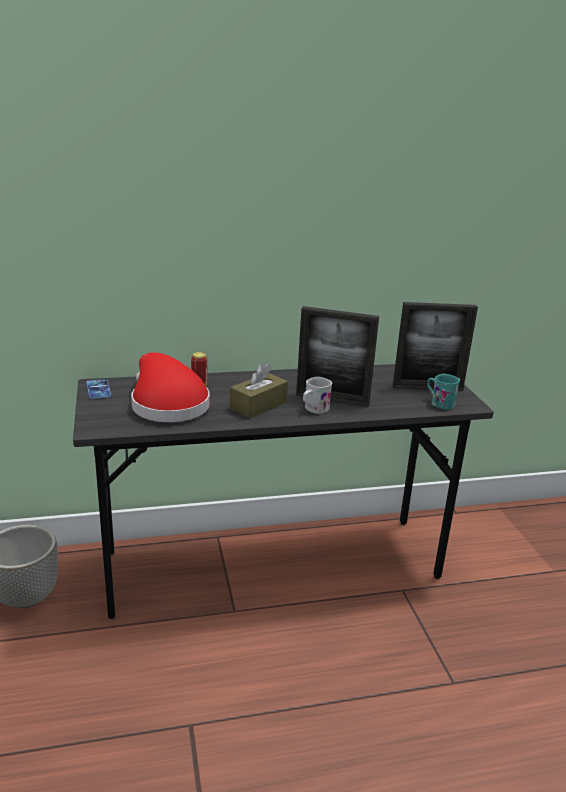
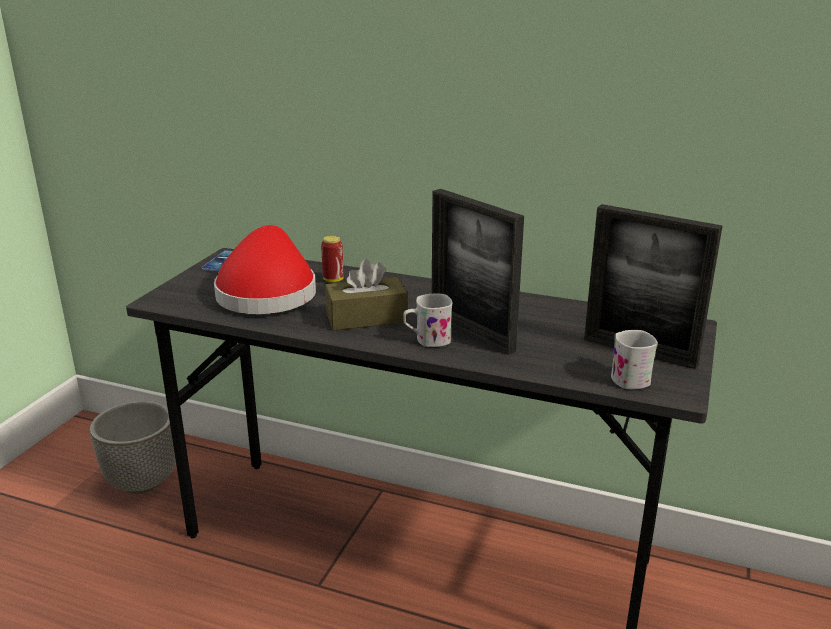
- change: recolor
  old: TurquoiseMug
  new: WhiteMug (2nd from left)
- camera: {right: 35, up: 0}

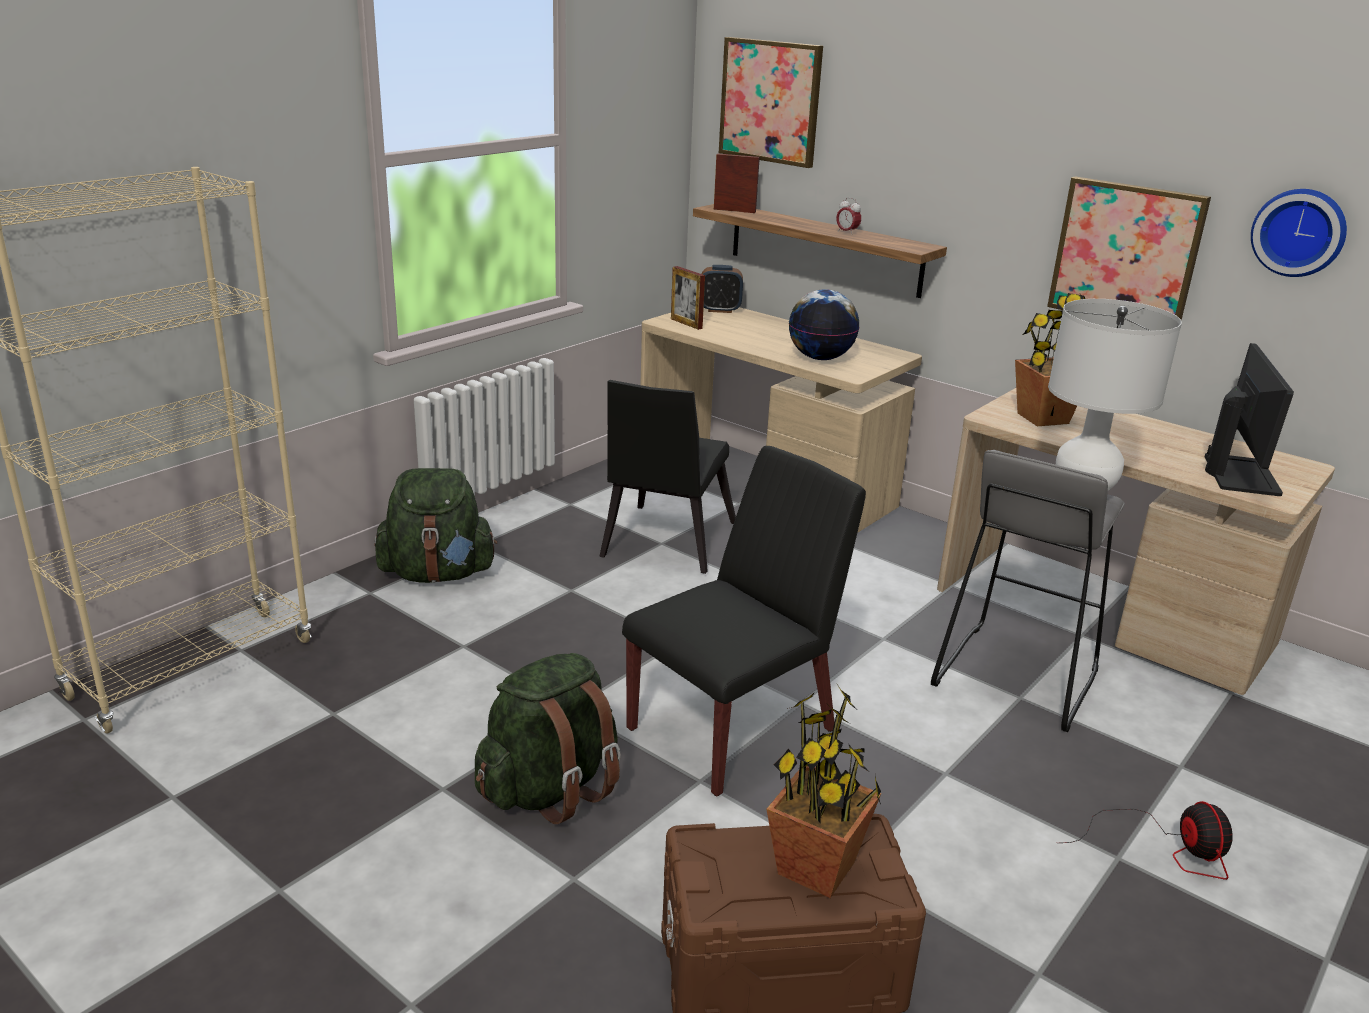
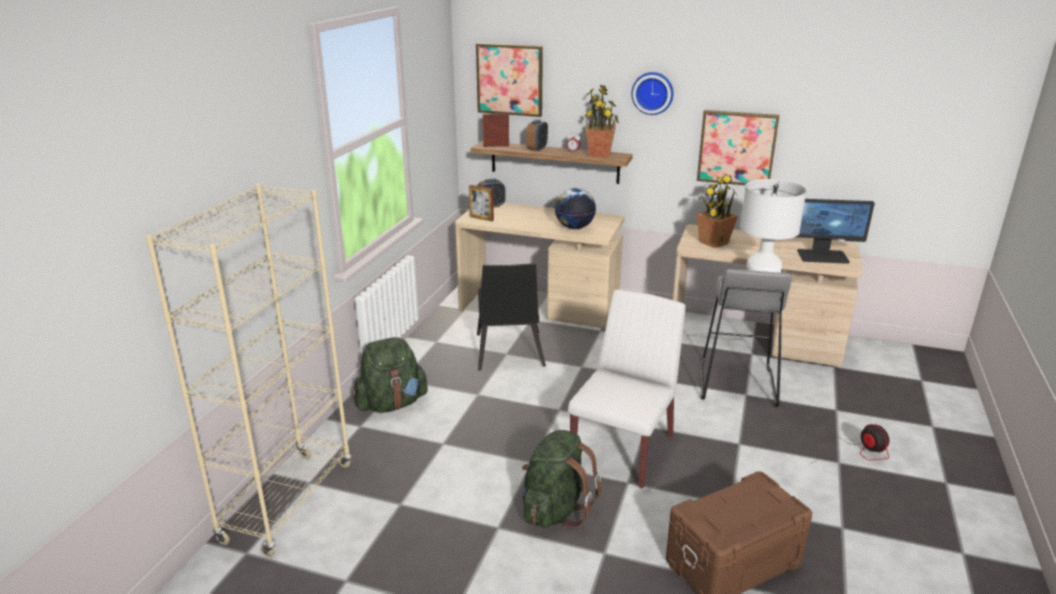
- change: move
  old: WallClock
- change: rotate
  old: Monitor
  degrees: 105
- change: recolor
  old: BlackChair (2nd from left)
  new: WhiteChair
- change: move
  old: PottedPlant (1st from left)
- change: insert
  new: AlarmClock (2nd from left)
- camera: {right: -20, up: 0}

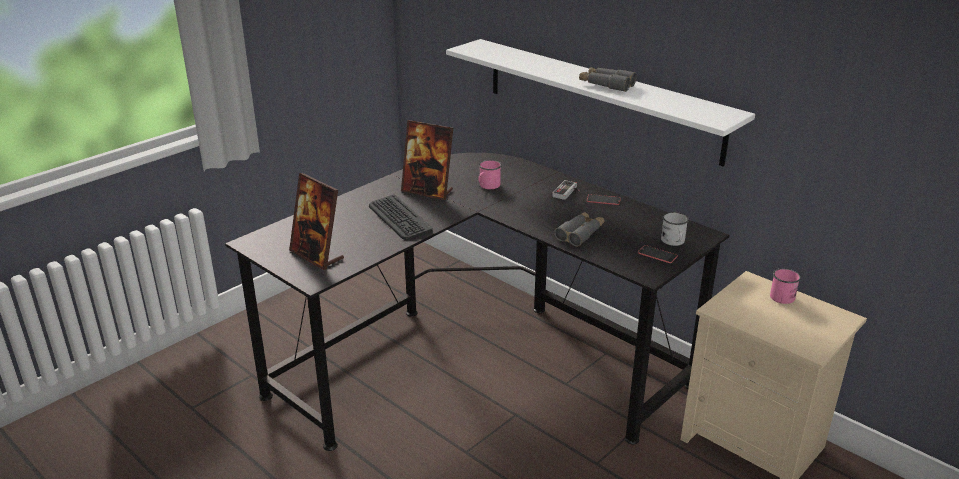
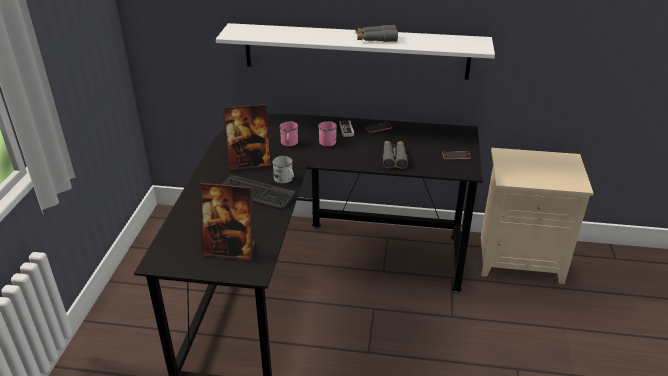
- change: move
  old: WhiteMug
- change: move
  old: PinkMug (2nd from left)
- camera: {right: -35, up: 5}

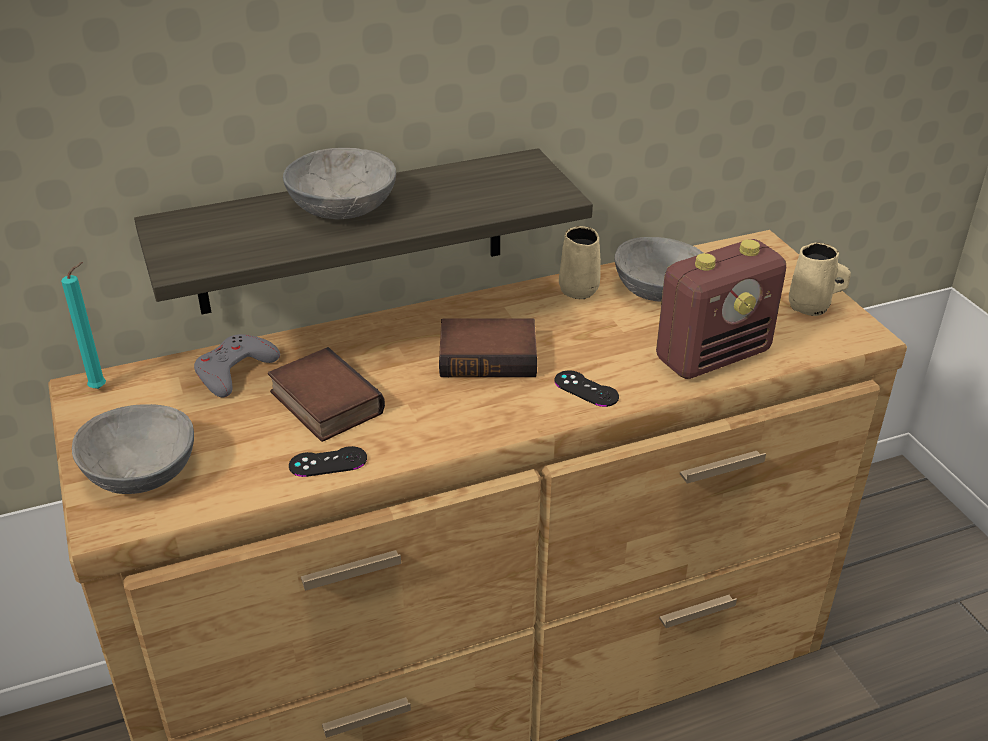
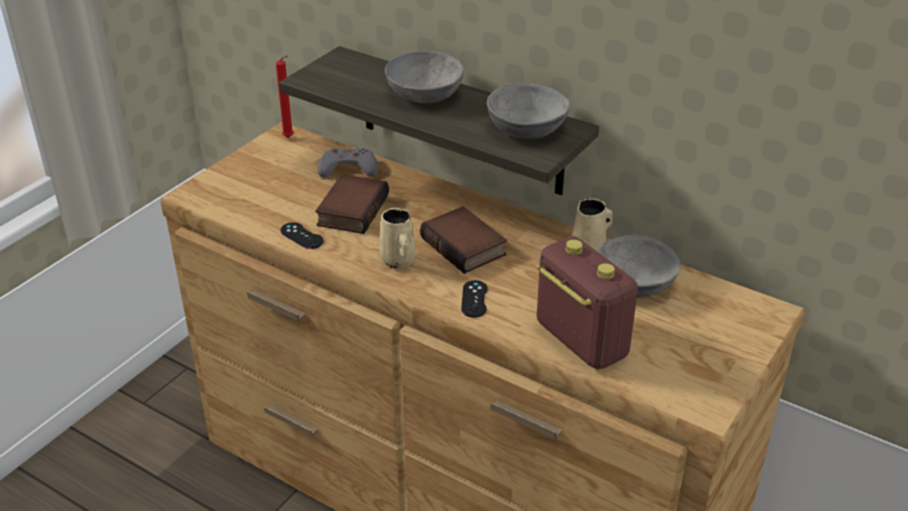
- change: rotate
  old: Radio
  degrees: -150
- change: move
  old: BeigeMug (2nd from left in the first image)
  new: BeigeMug (1st from left)
- change: recolor
  old: TurquoiseCandle
  new: RedCandle
- change: move
  old: GreyBowl (1st from left in the first image)
  new: GreyBowl (2nd from left)
- camera: {right: 55, up: 0}

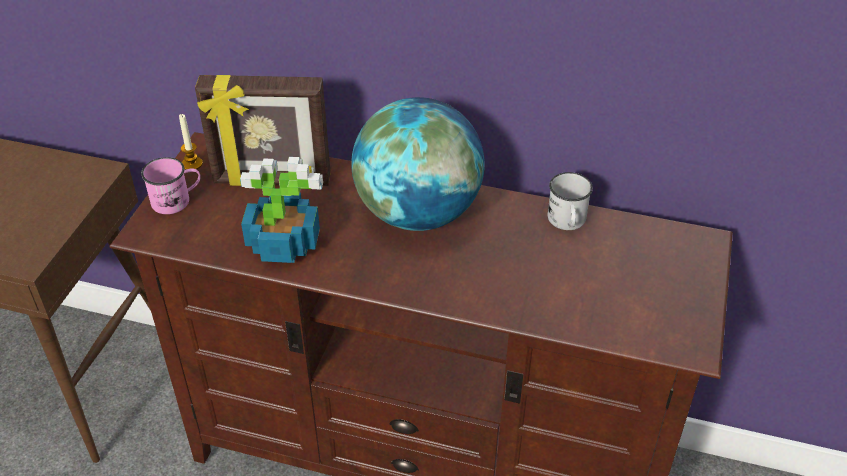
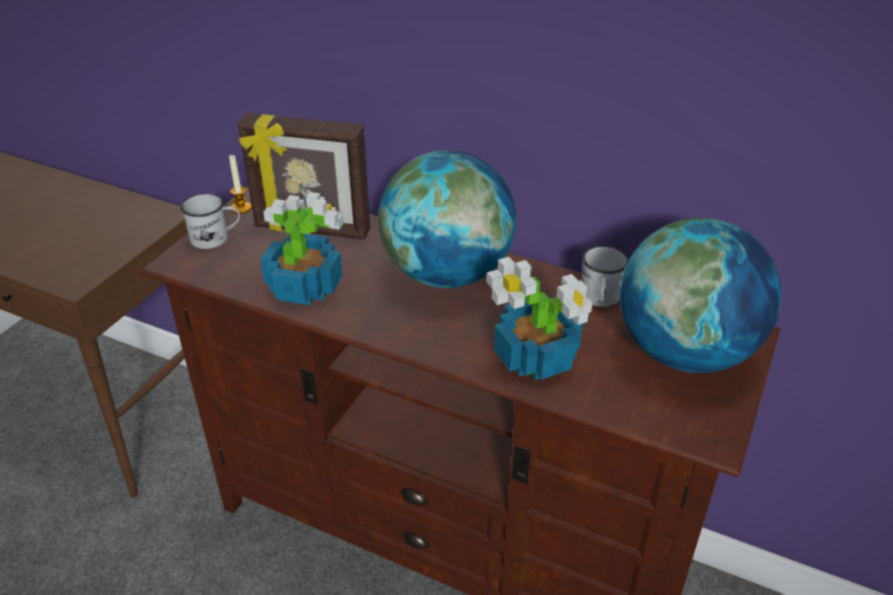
- change: recolor
  old: PinkMug
  new: WhiteMug (1st from left)
- change: insert
  new: Globe (2nd from left)
- change: insert
  new: PottedPlant (2nd from left)
- camera: {right: 10, up: -5}

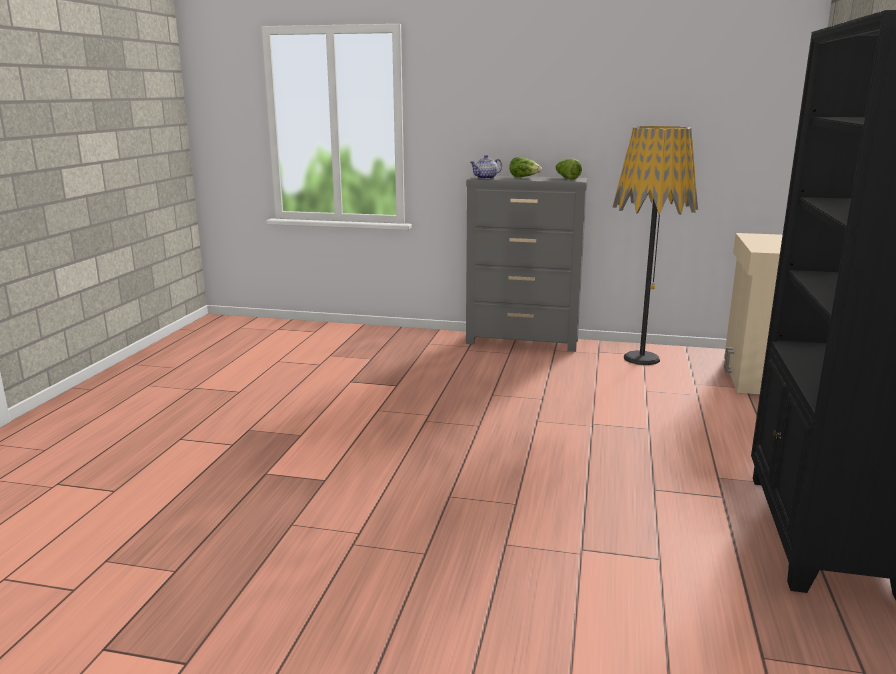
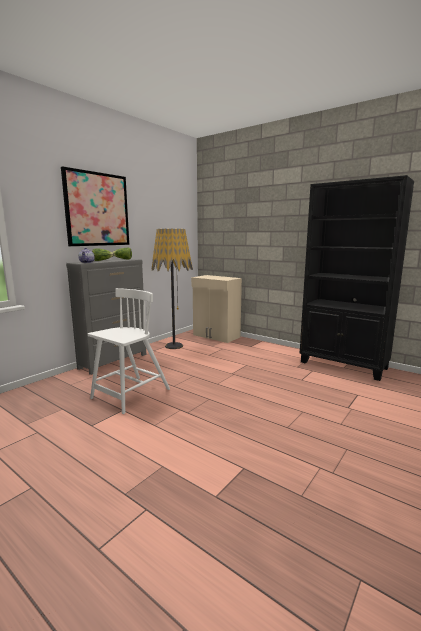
- change: insert
  new: Picture
- change: insert
  new: WhiteChair
- camera: {right: -65, up: -5}

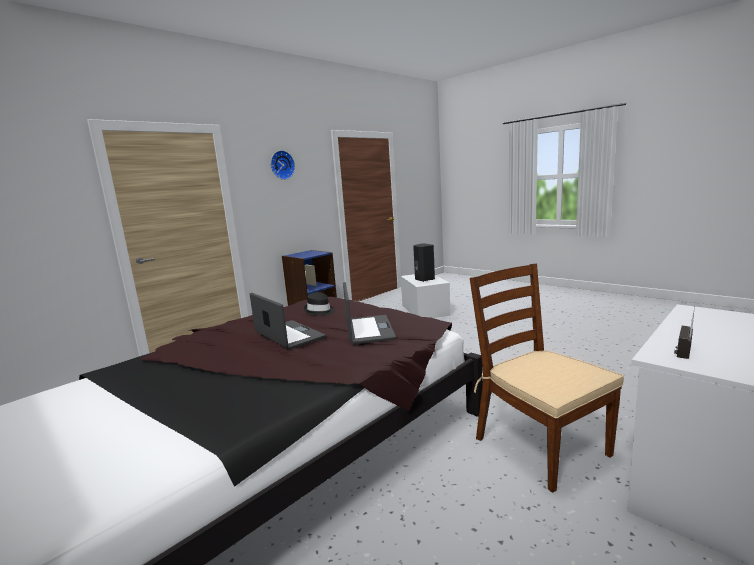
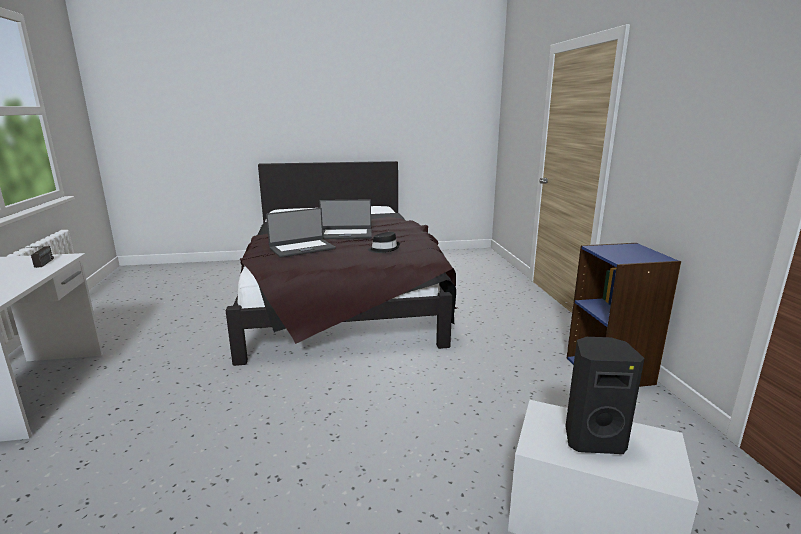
- change: delete
  old: WallClock
- change: delete
  old: BrownChair
- change: rotate
  old: Laptop (2nd from left in the first image)
  degrees: -60
- camera: {right: 125, up: 5}

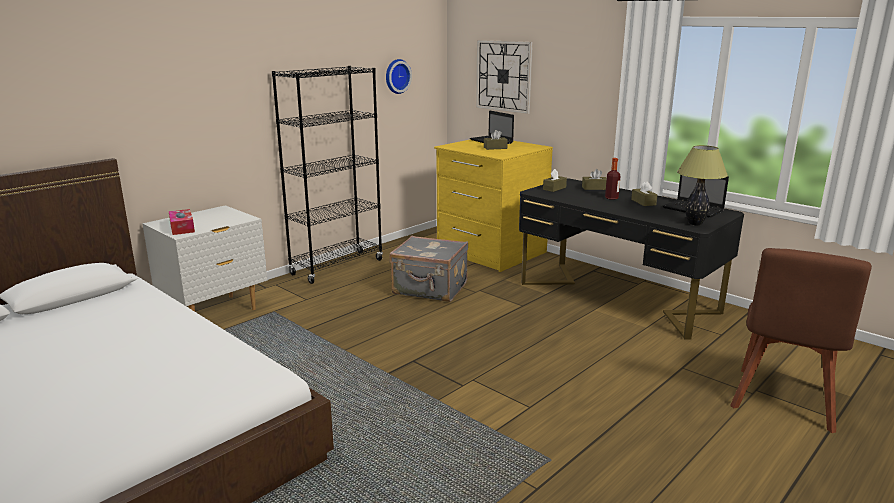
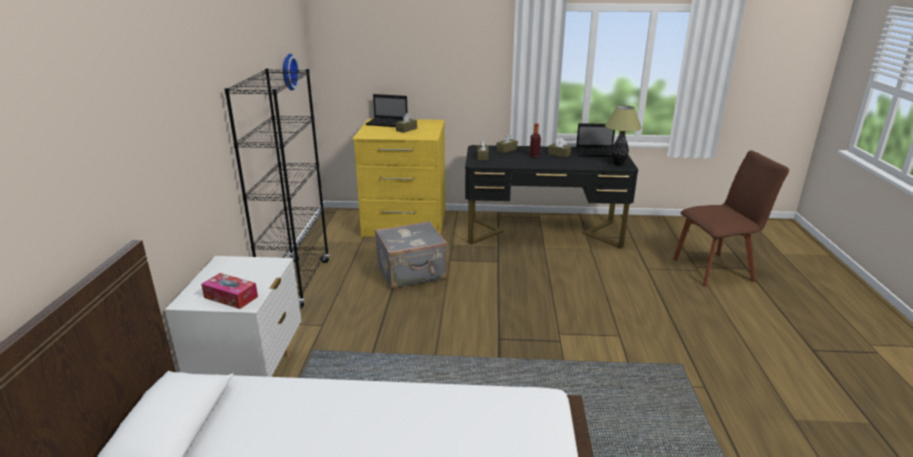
- change: delete
  old: WallClock (2nd from left)
- change: rotate
  old: BrownChair
  degrees: -90
- camera: {right: -40, up: 5}

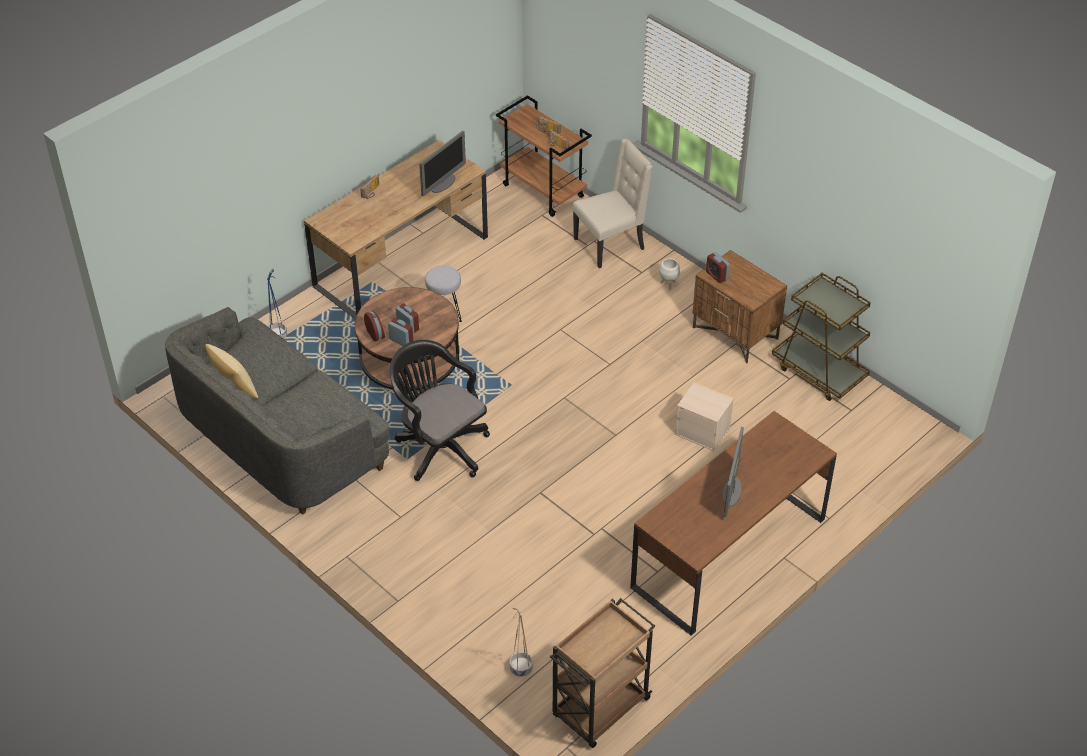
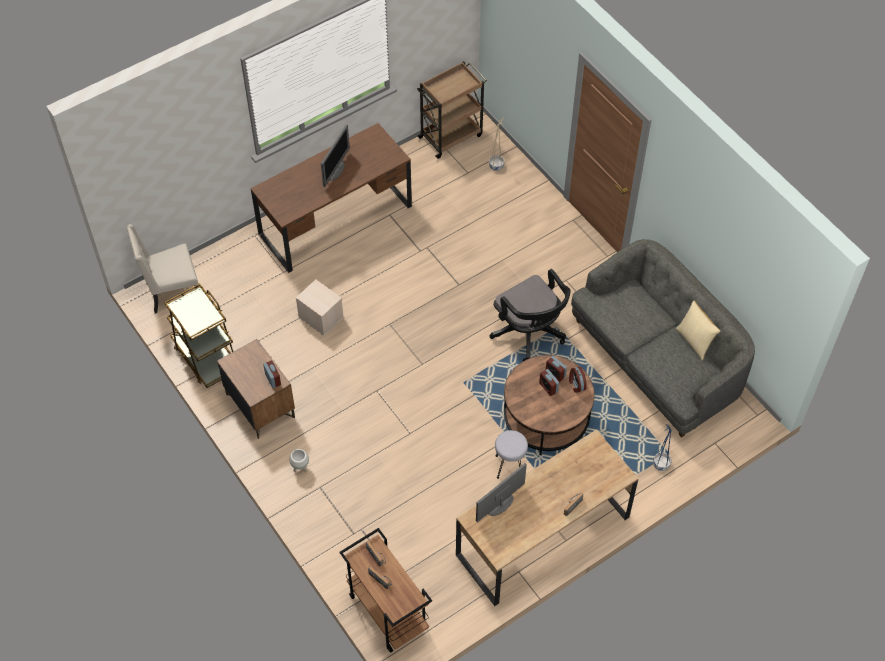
- change: move
  old: BeigeChair
- camera: {right: -170, up: 10}

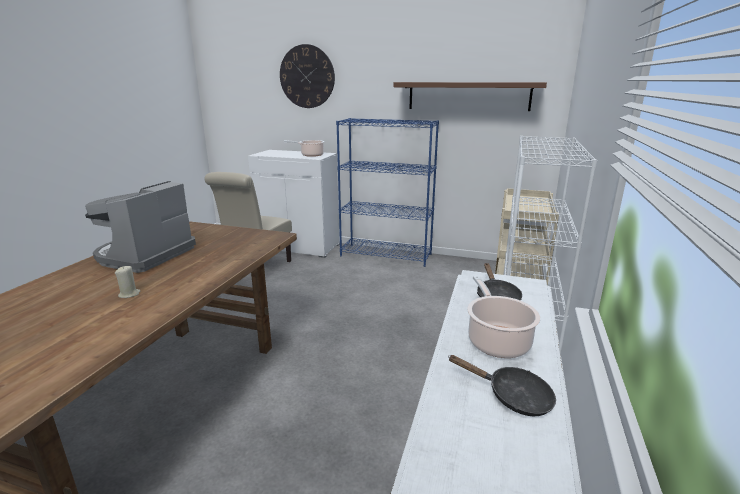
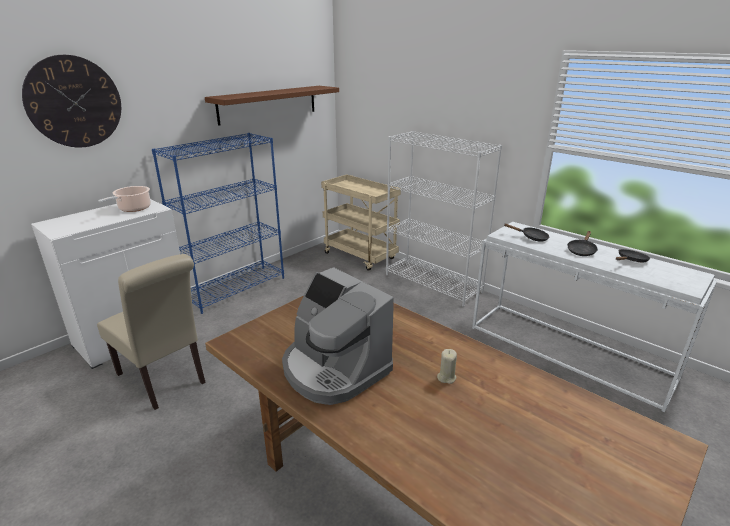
- change: replace
  old: CookingPot (2nd from left)
  new: BlackFryingPan (2nd from left)
- camera: {right: -65, up: 5}

